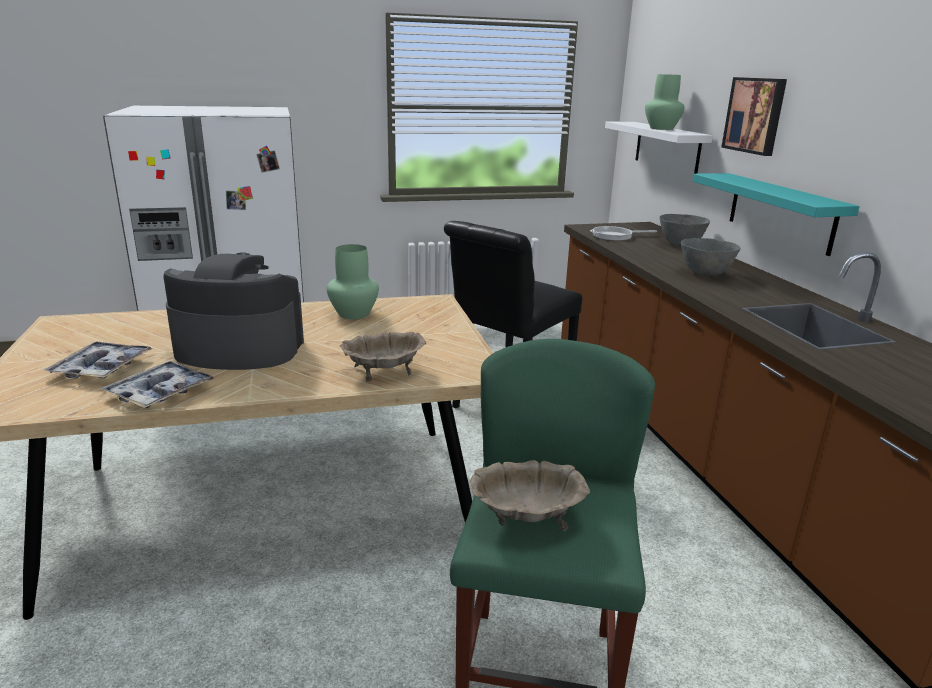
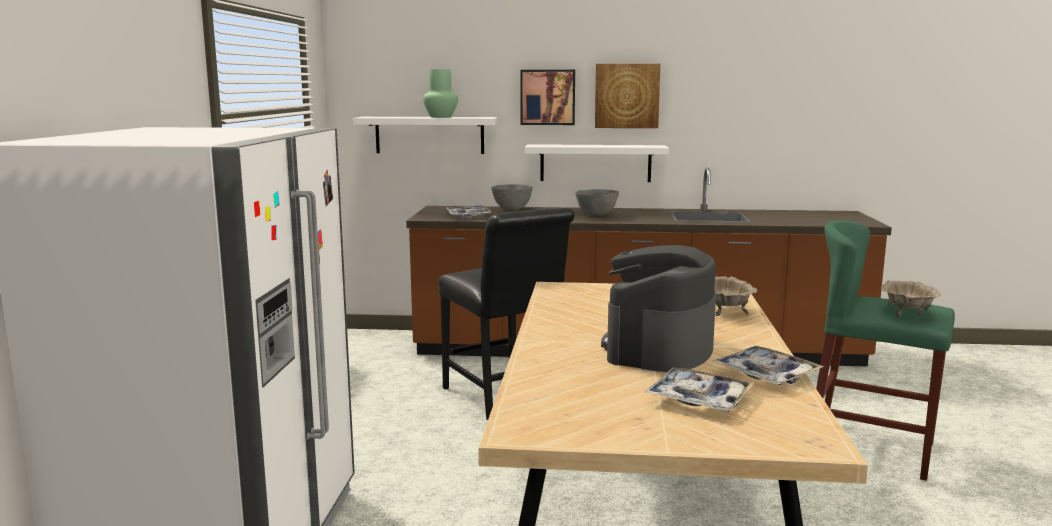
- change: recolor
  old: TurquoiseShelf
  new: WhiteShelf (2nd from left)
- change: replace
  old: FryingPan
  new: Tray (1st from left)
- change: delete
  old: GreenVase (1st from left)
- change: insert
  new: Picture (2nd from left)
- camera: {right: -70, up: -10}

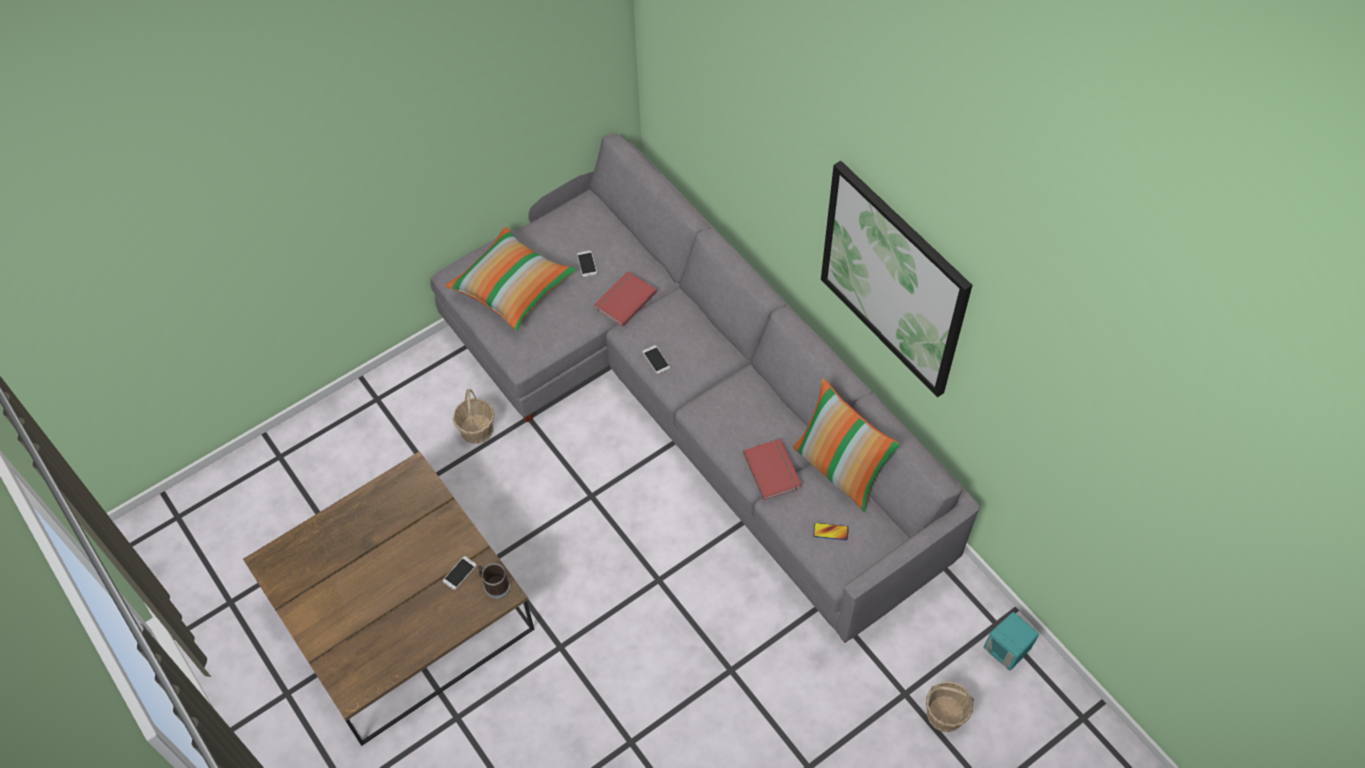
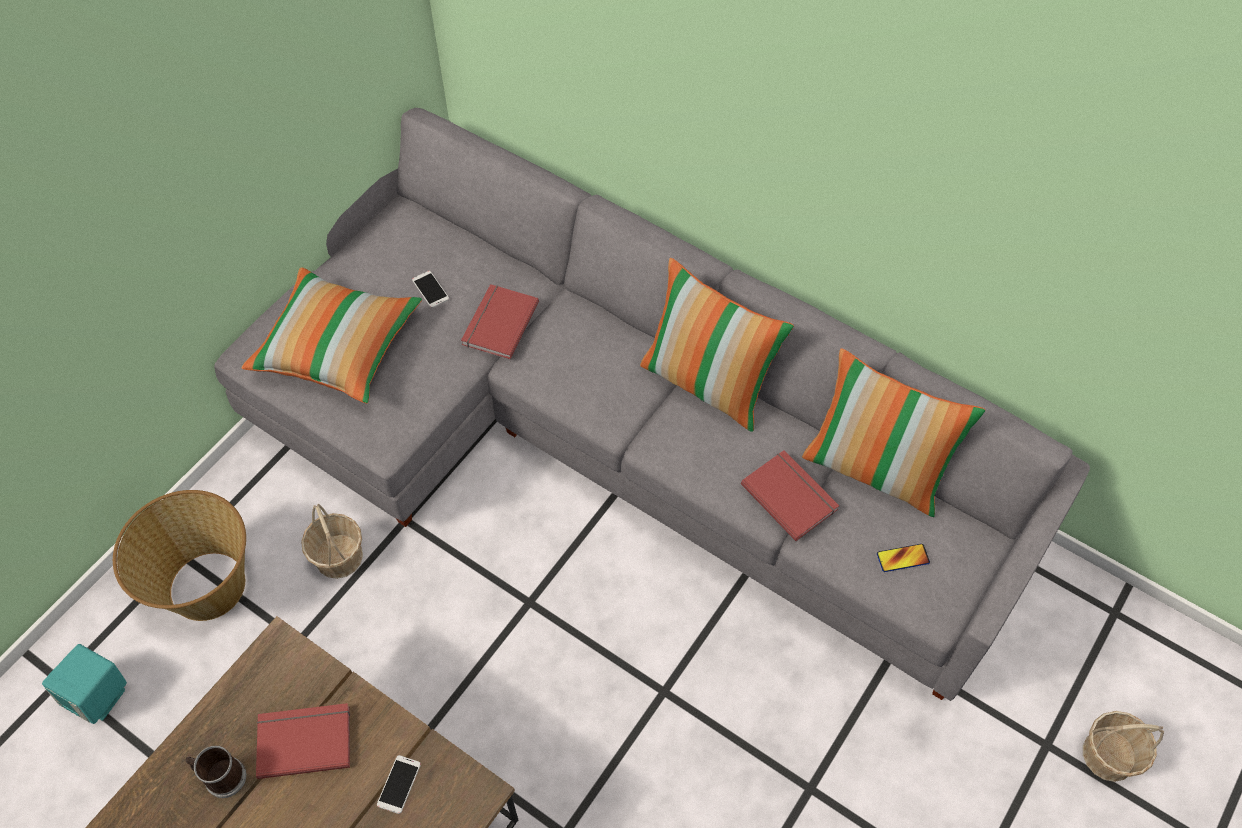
- change: delete
  old: Picture
- change: delete
  old: Phone (3rd from left)
- change: move
  old: Mug
- change: move
  old: TurquoiseSpeaker
- change: insert
  new: Pillow (2nd from left)
- change: insert
  new: Basket (1st from left)
- change: insert
  new: RedBook (1st from left)
- camera: {right: -20, up: 0}

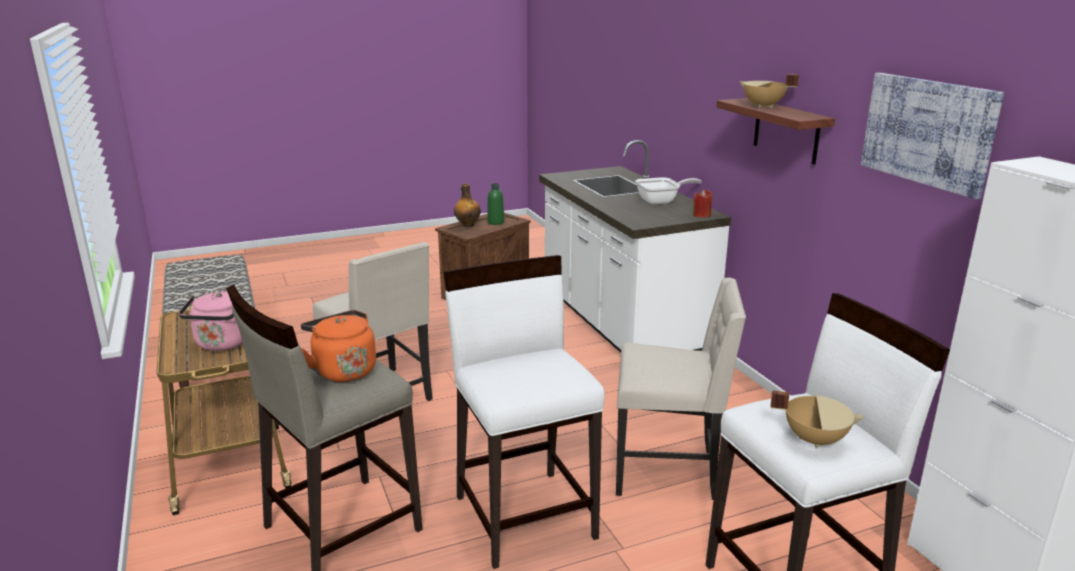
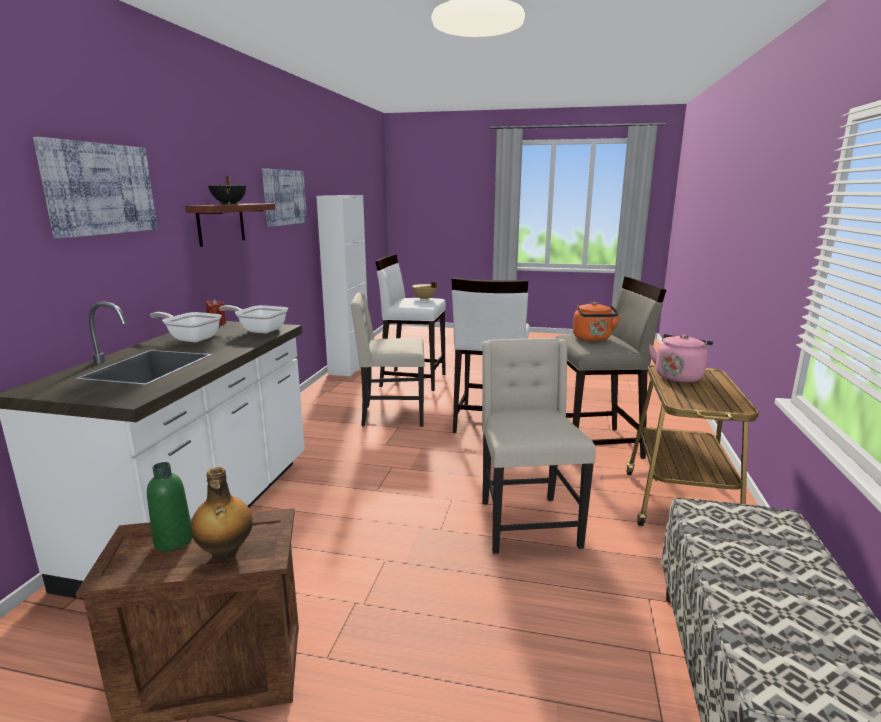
- change: recolor
  old: BeigeCookingPot (1st from left)
  new: BlackCookingPot
- change: rotate
  old: BeigeChair (2nd from left in the first image)
  degrees: -45
- change: insert
  new: Picture (1st from left)
- change: insert
  new: FryingPan (2nd from left)
- camera: {right: -145, up: -5}

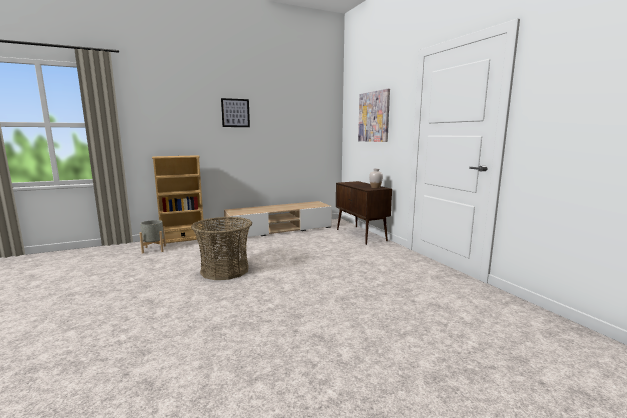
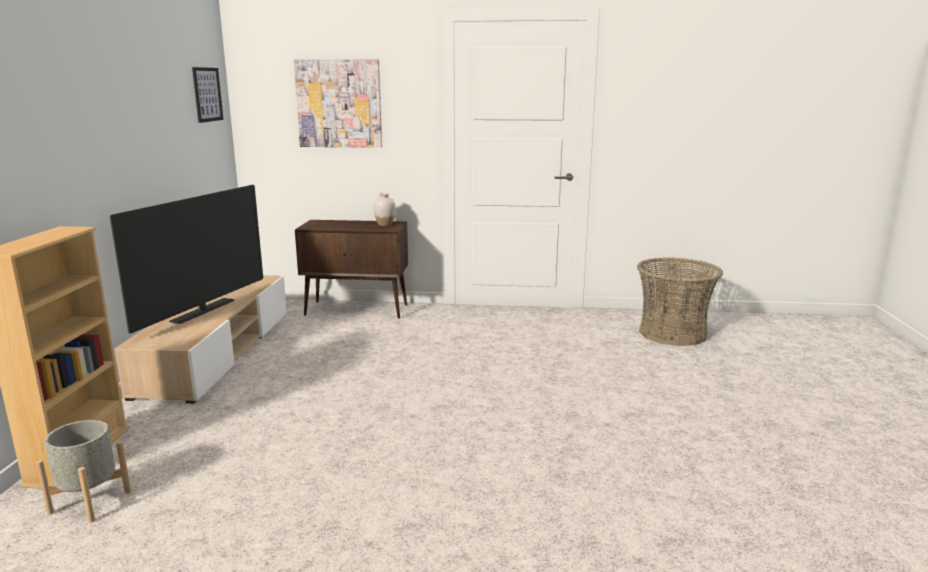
- change: move
  old: Picture (1st from left)
- change: move
  old: Basket
- change: insert
  new: Television
- camera: {right: -60, up: 5}

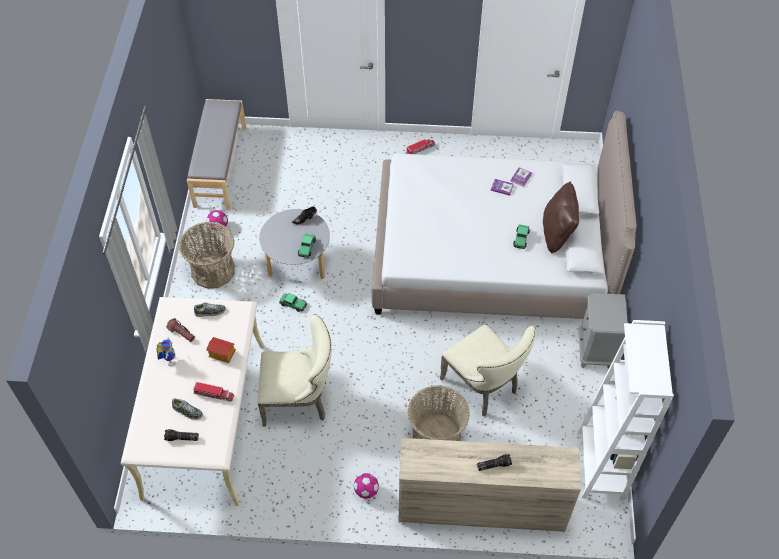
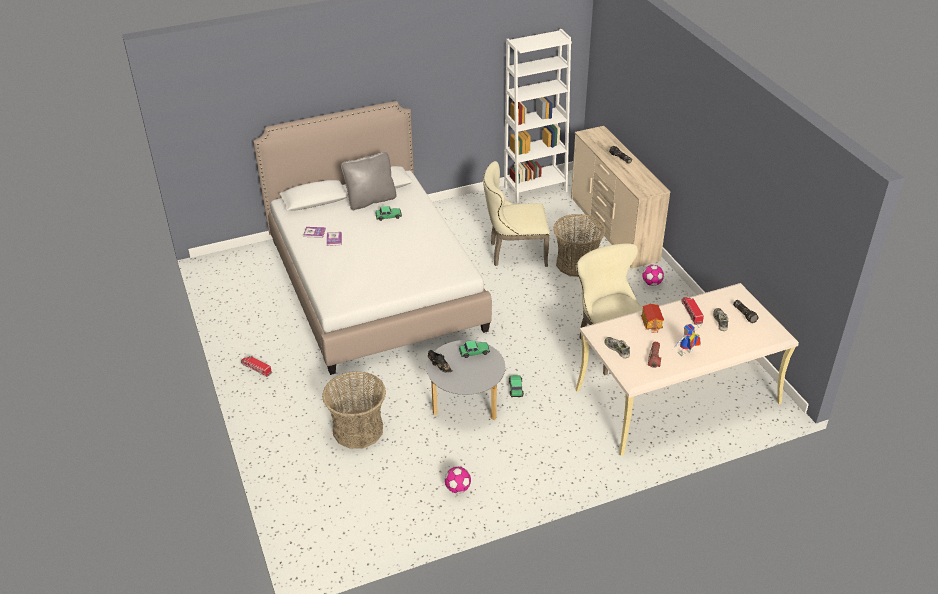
- change: delete
  old: GreyBench
- change: recolor
  old: BrownPillow
  new: GreyPillow
- change: move
  old: Basket (1st from left)
- change: delete
  old: GreyNightstand
- change: rotate
  old: BeigeChair (2nd from left in the first image)
  degrees: -120
- camera: {right: -115, up: -15}

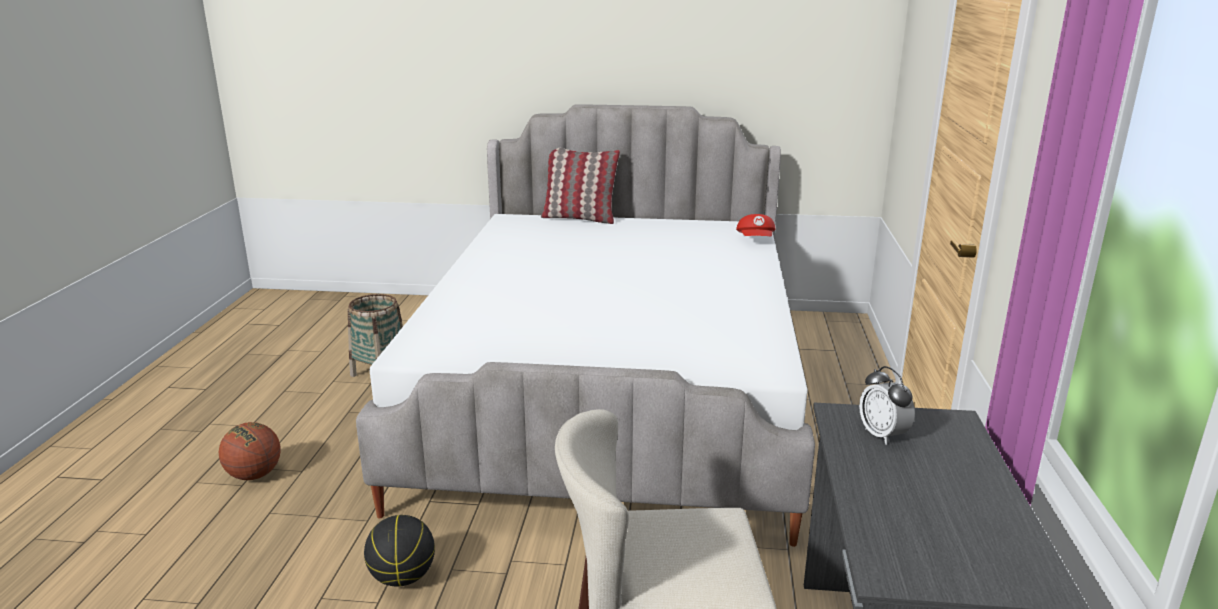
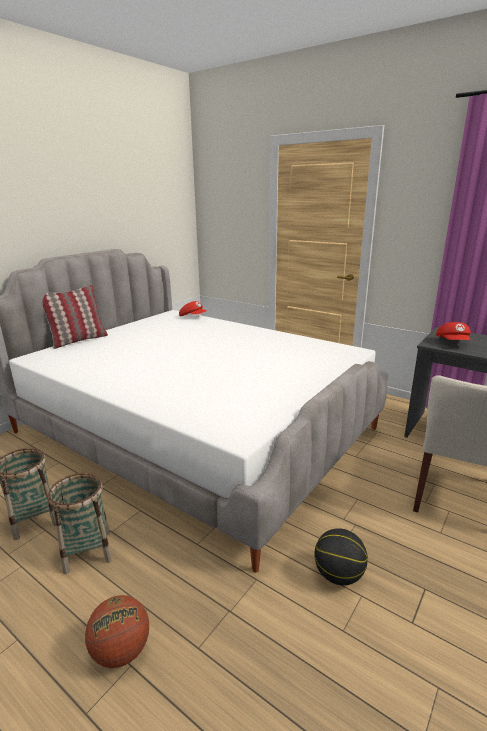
- change: replace
  old: AlarmClock
  new: RedCap (2nd from left)
- change: insert
  new: Basket (2nd from left)
- camera: {right: -60, up: 0}

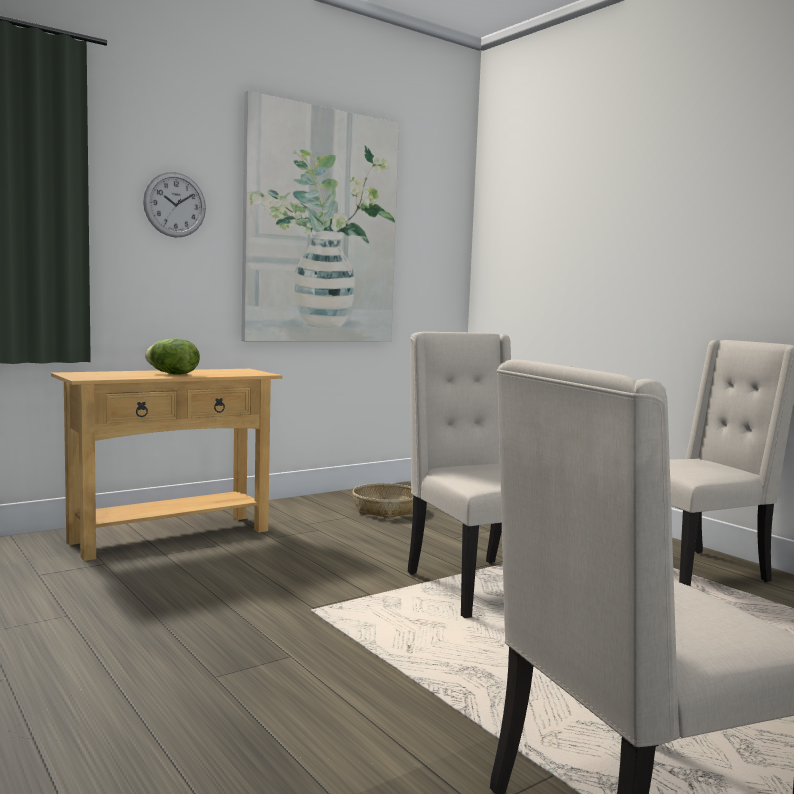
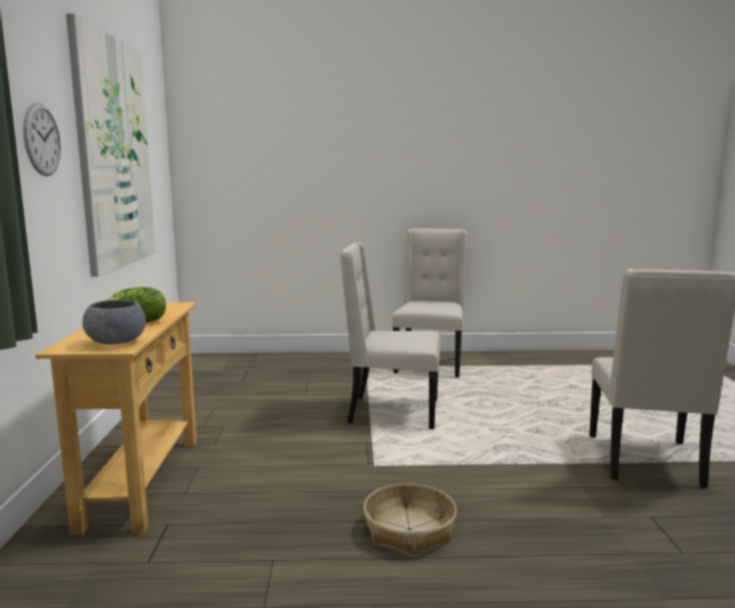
- change: move
  old: Basket
- change: insert
  new: GreyBowl
- camera: {right: -55, up: 5}

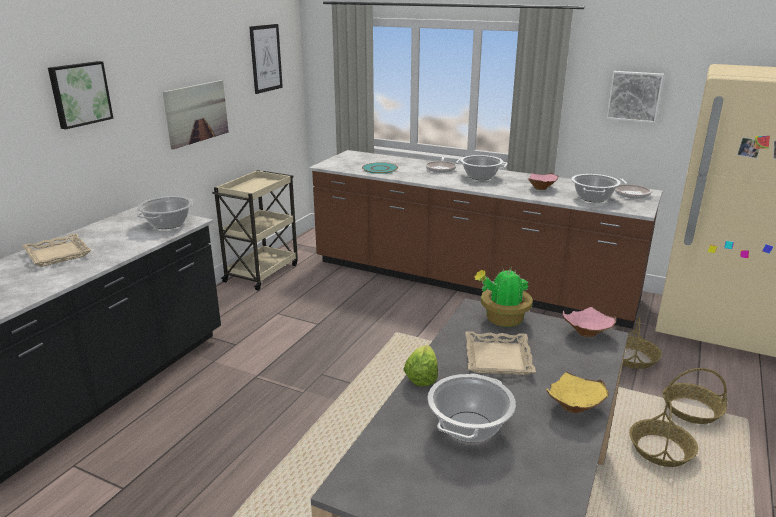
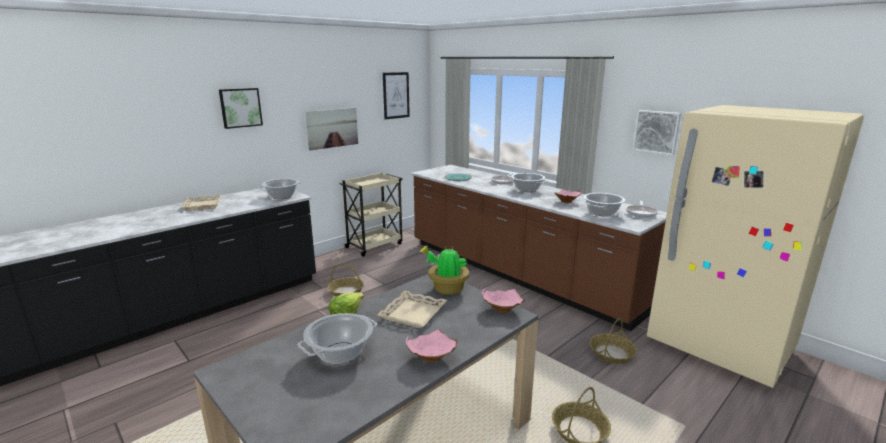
- change: move
  old: Basket (3rd from left in the first image)
  new: Basket (1st from left)
- change: recolor
  old: YellowBowl
  new: PinkBowl (1st from left)
- camera: {right: 20, up: -5}

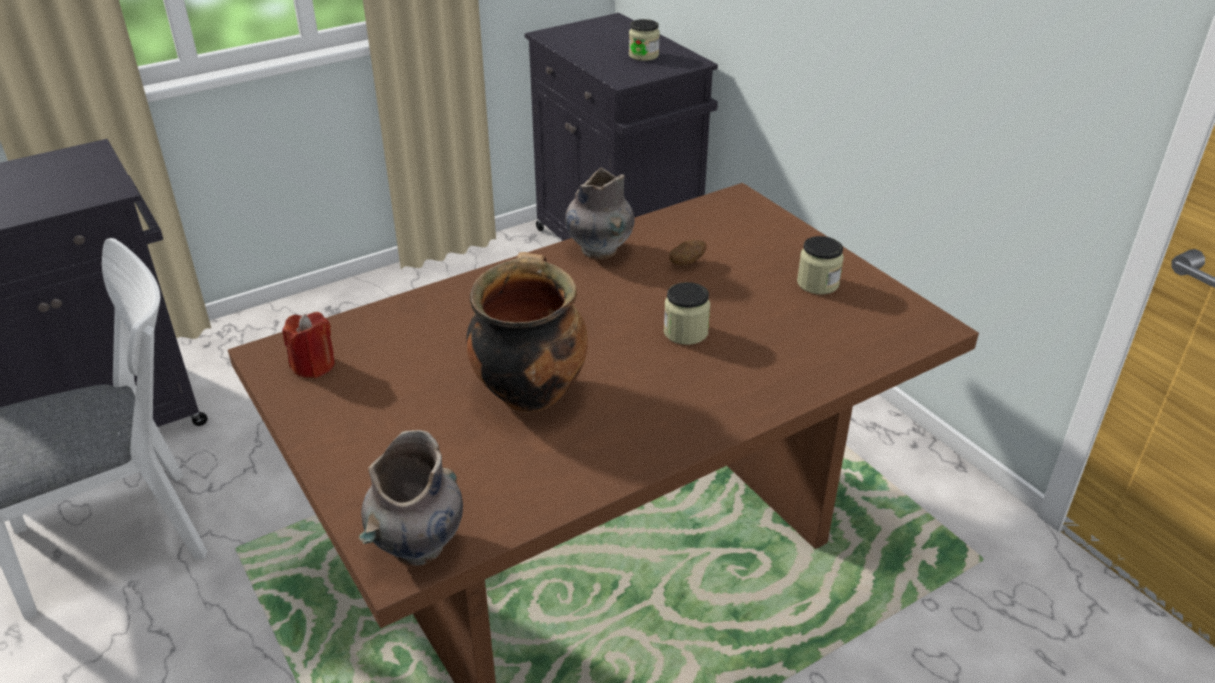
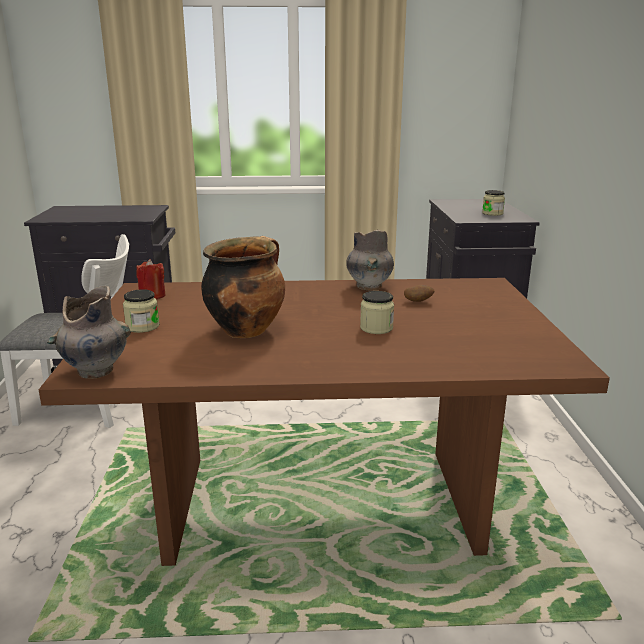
- change: move
  old: Jar (3rd from left in the first image)
  new: Jar (1st from left)
- camera: {right: 30, up: -15}

